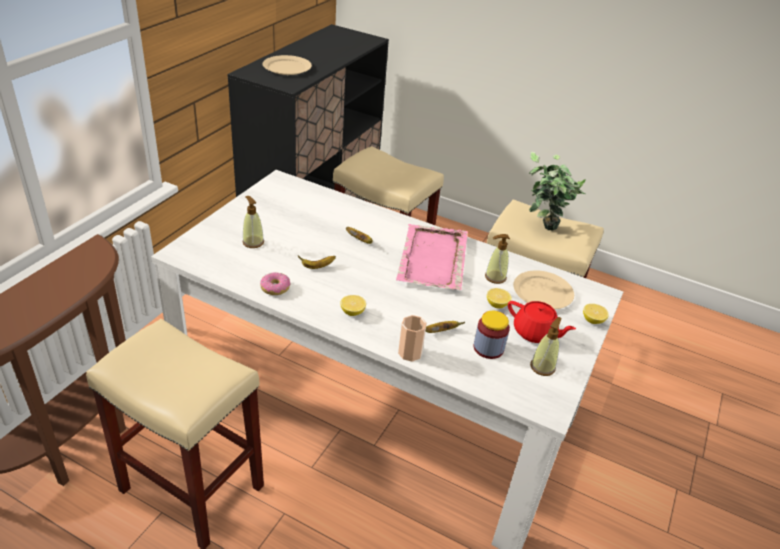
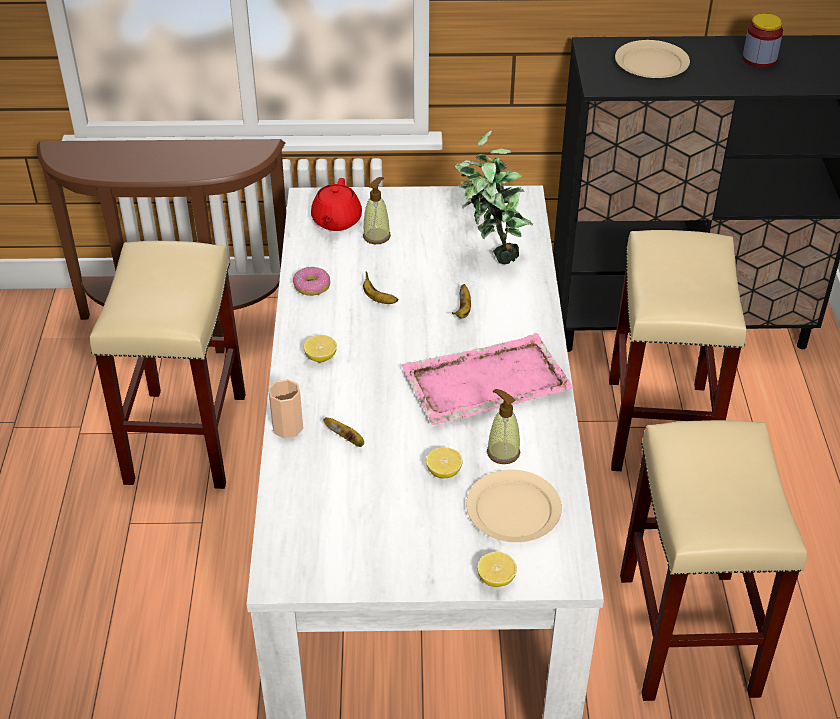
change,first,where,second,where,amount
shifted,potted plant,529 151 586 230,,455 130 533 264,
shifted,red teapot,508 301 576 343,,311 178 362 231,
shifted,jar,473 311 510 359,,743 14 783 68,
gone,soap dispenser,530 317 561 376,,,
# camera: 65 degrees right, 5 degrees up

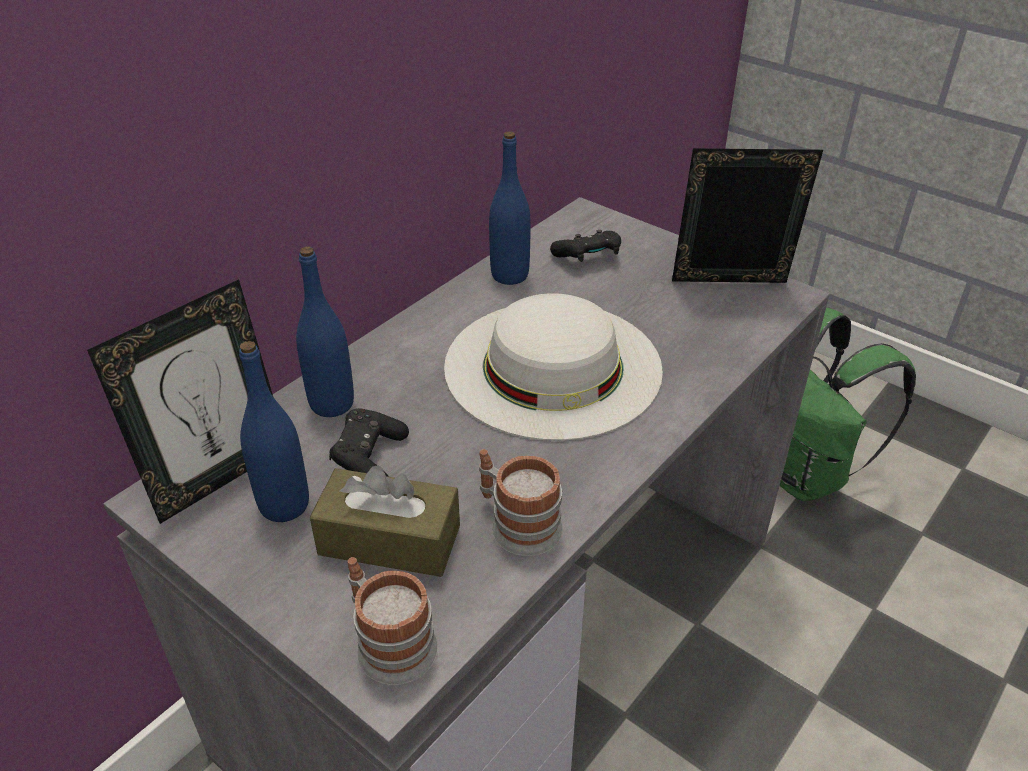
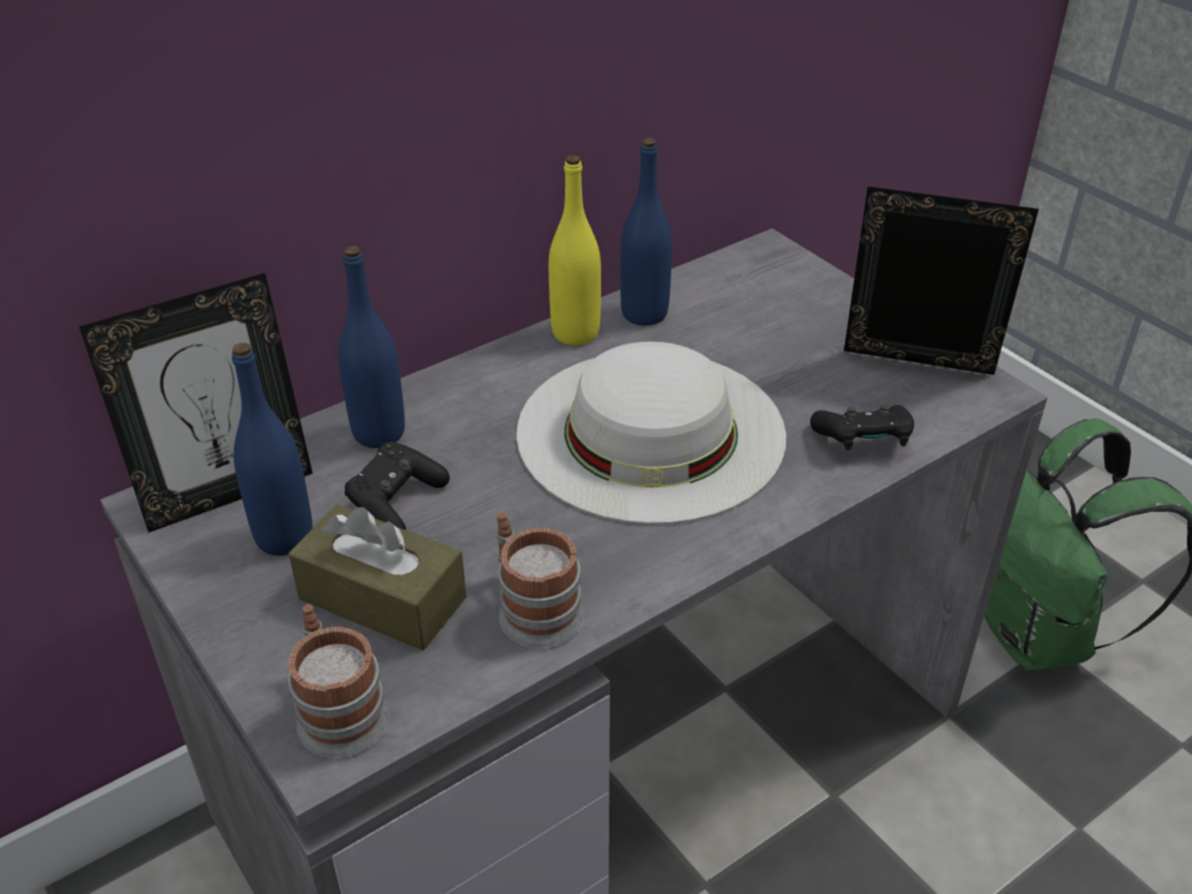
change,first,where,second,where,amount
shifted,black game controller,550 230 621 262,,810 405 914 450,
new,,,yellow bottle,549 155 601 345,
# camera: 15 degrees right, 0 degrees up

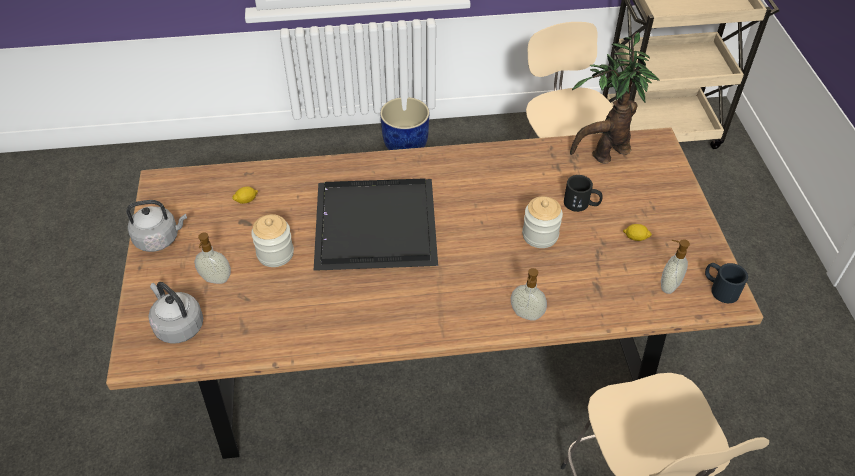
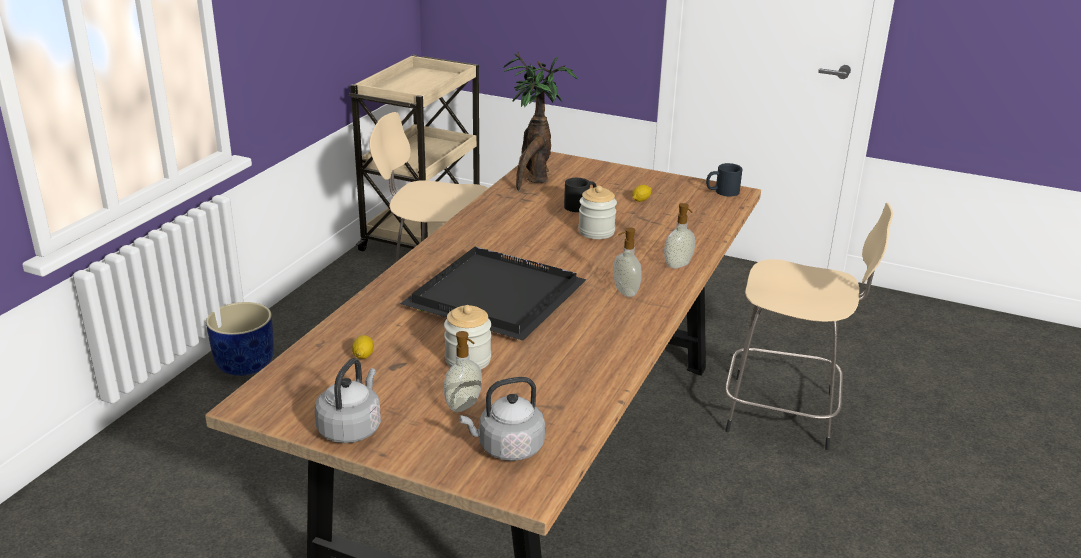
change,first,where,second,where,amount
shifted,soap dispenser,661 239 690 294,,613 227 642 297,
# camera: 60 degrees left, 20 degrees down

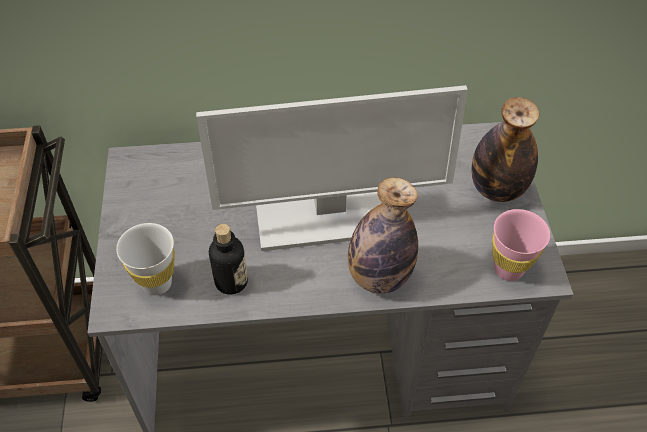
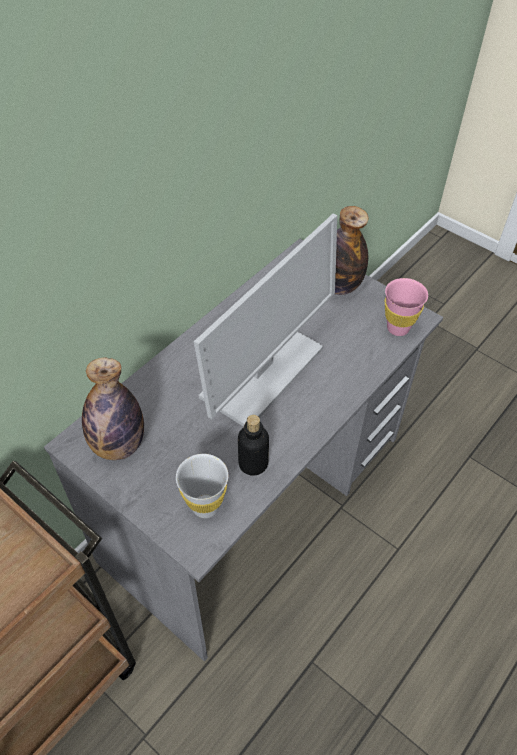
change,first,where,second,where,amount
shifted,bottle,348 178 418 294,,82 358 144 460,
# camera: 45 degrees left, 0 degrees up

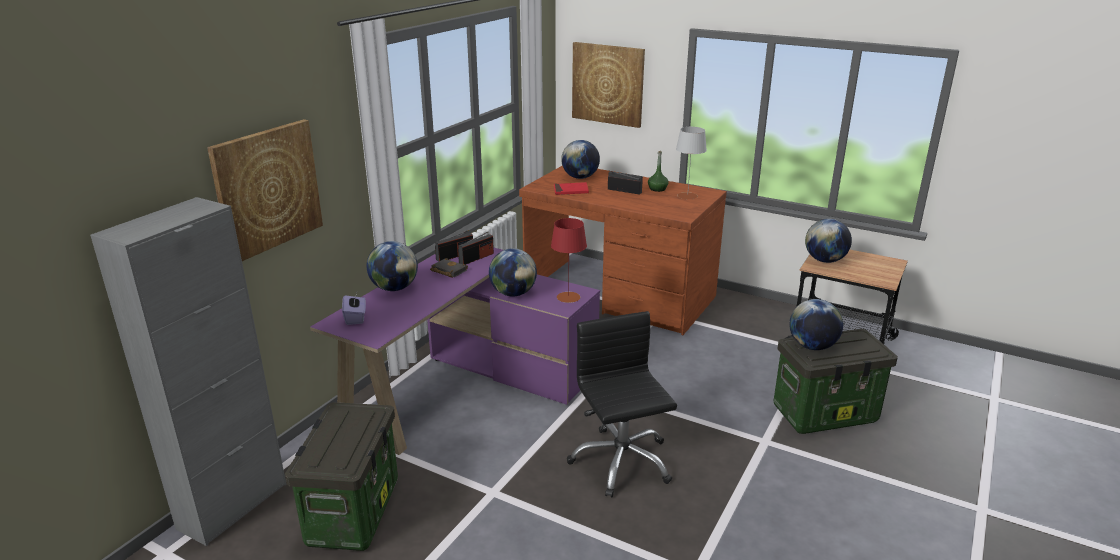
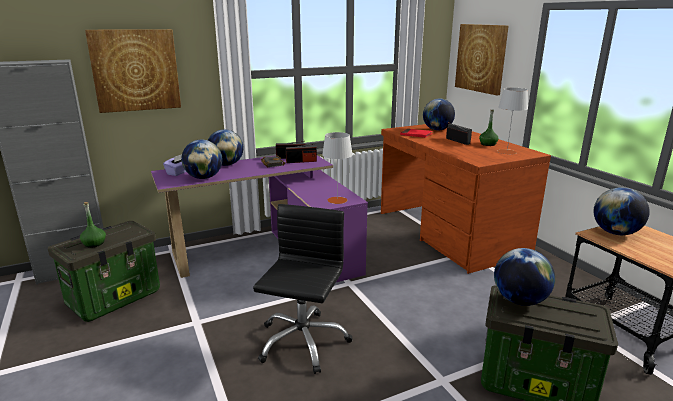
change,first,where,second,where,amount
repainted,red table lamp,551 218 587 303,grey table lamp,322 132 353 204,
shifted,globe,489 248 537 296,,181 140 222 179,
new,,,green bottle,80 202 106 248,
# camera: 35 degrees right, 5 degrees down

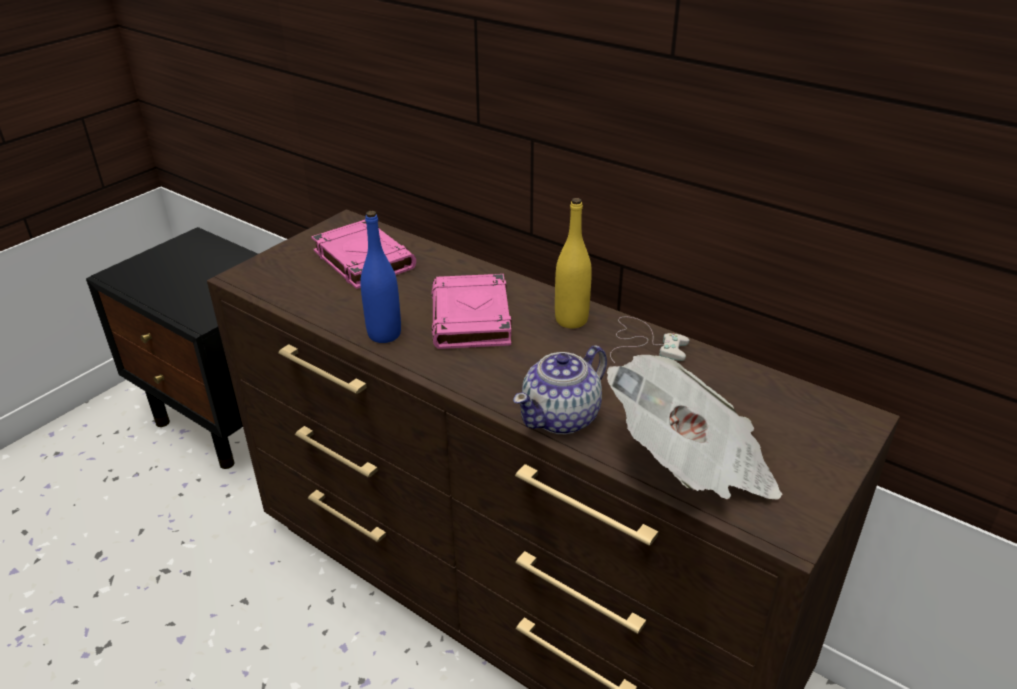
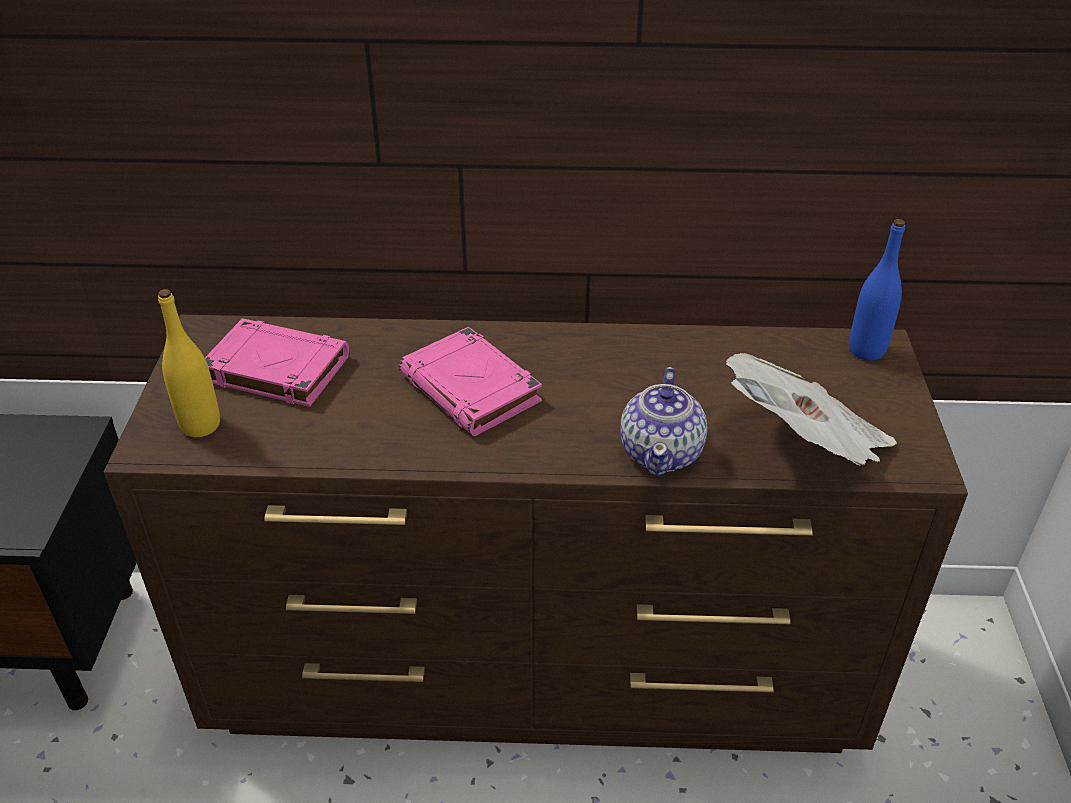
change,first,where,second,where,amount
shifted,yellow bottle,555 198 592 328,,158 289 220 437,
shifted,blue bottle,360 211 401 343,,849 219 905 360,
gone,white game controller,610 317 689 363,,,
# camera: 35 degrees left, 5 degrees up

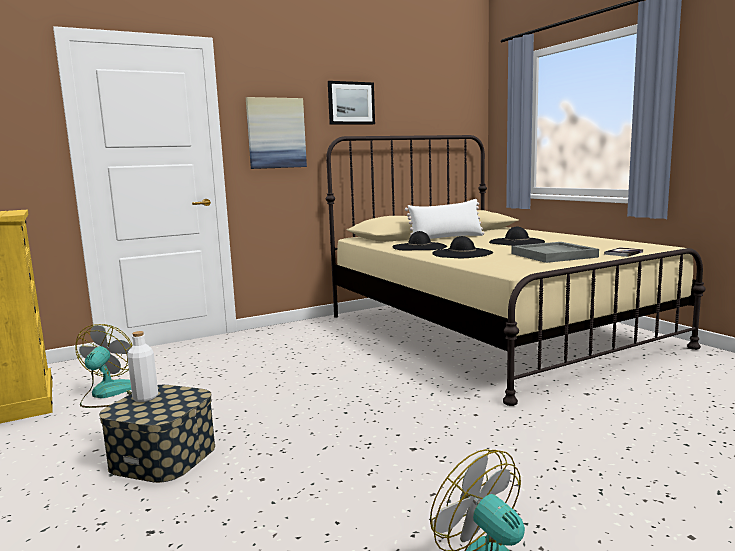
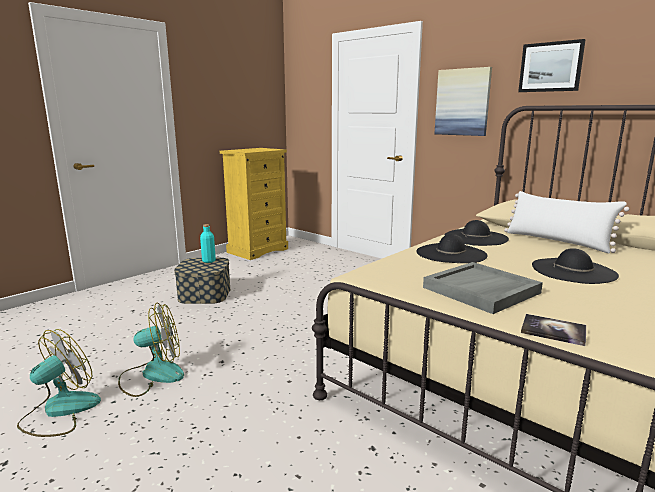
change,first,where,second,where,amount
shifted,fan,75 324 133 408,,118 303 184 397,
repainted,white bottle,127 331 158 402,turquoise bottle,200 224 216 263,
# camera: 70 degrees right, 5 degrees up

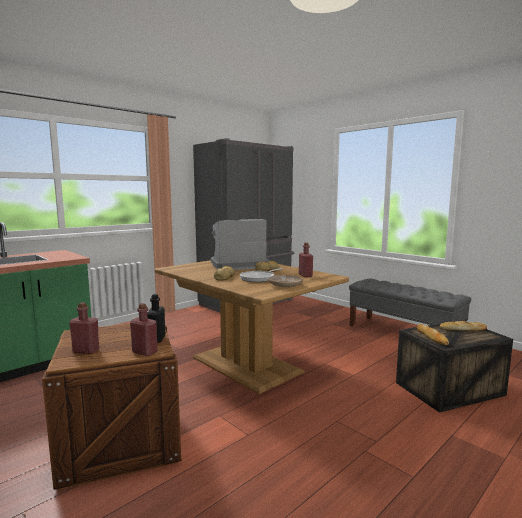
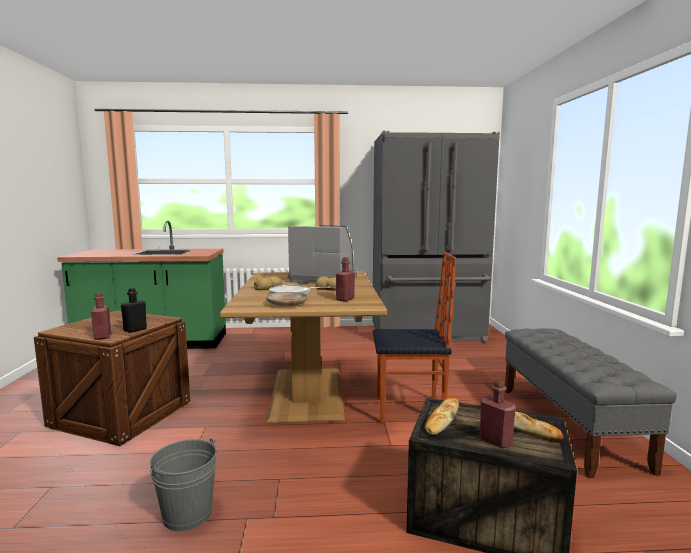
change,first,where,second,where,amount
shifted,red bottle,69 302 99 354,,480 380 516 448,
new,,,chair,373 252 456 424,
new,,,grey bucket,150 438 217 531,
# camera: 40 degrees right, 0 degrees up

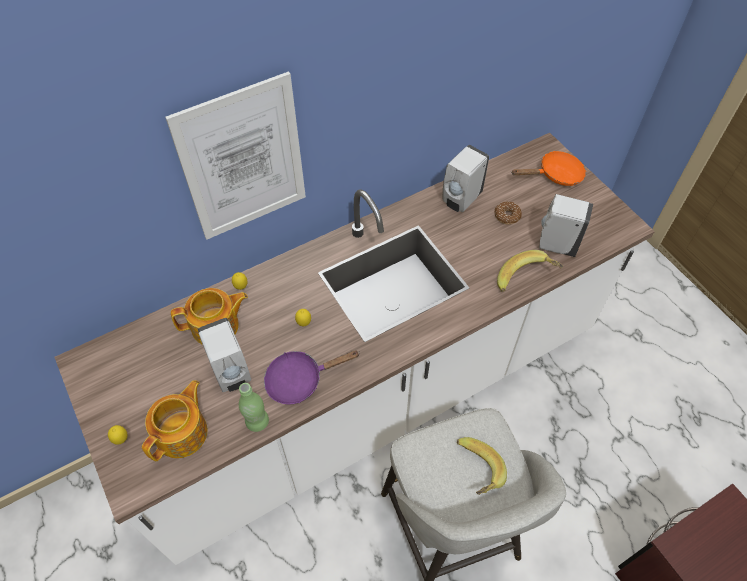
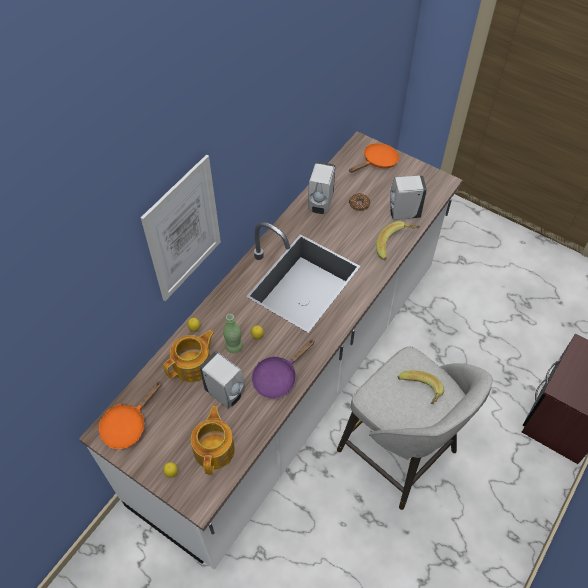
change,first,where,second,where,amount
shifted,green bottle,239 383 269 432,,223 314 243 354,
new,,,orange frying pan,98 381 162 449,
# camera: 25 degrees left, 0 degrees up

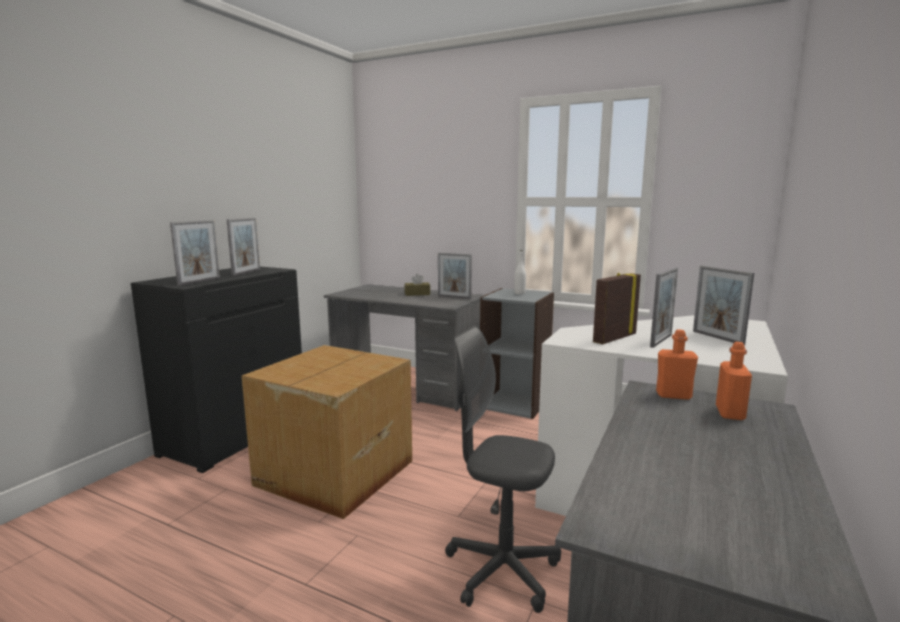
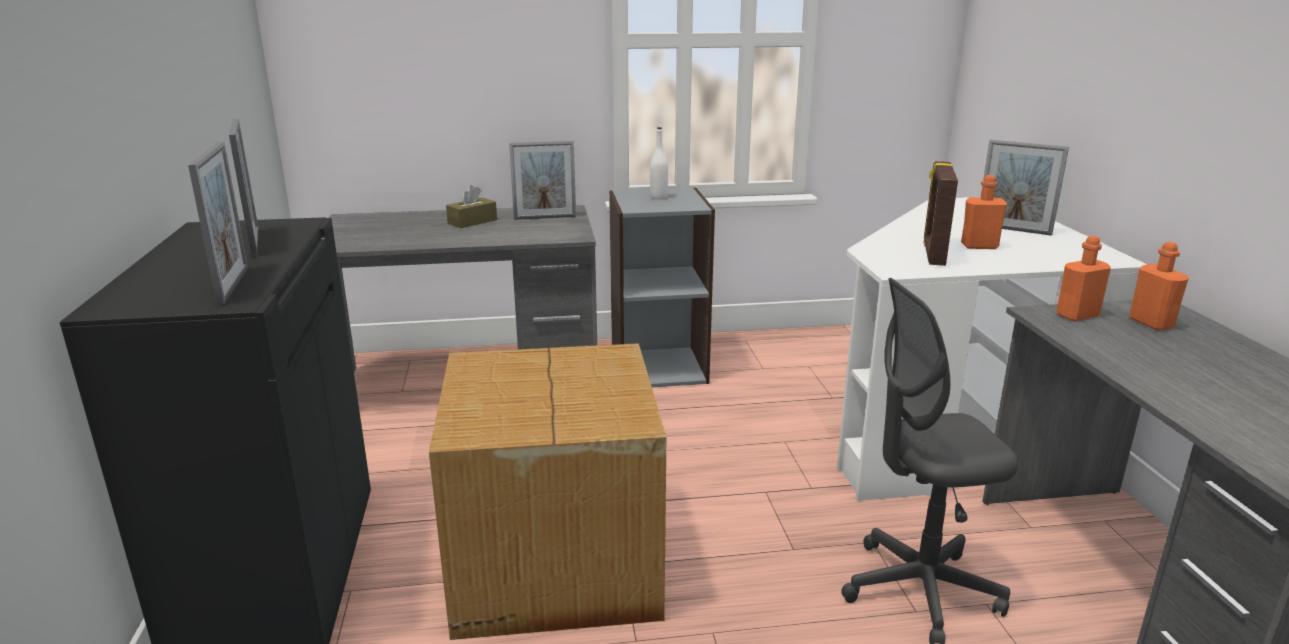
change,first,where,second,where,amount
swapped,picture frame,650 267 678 348,orange bottle,961 175 1007 249,
# camera: 35 degrees left, 10 degrees up

